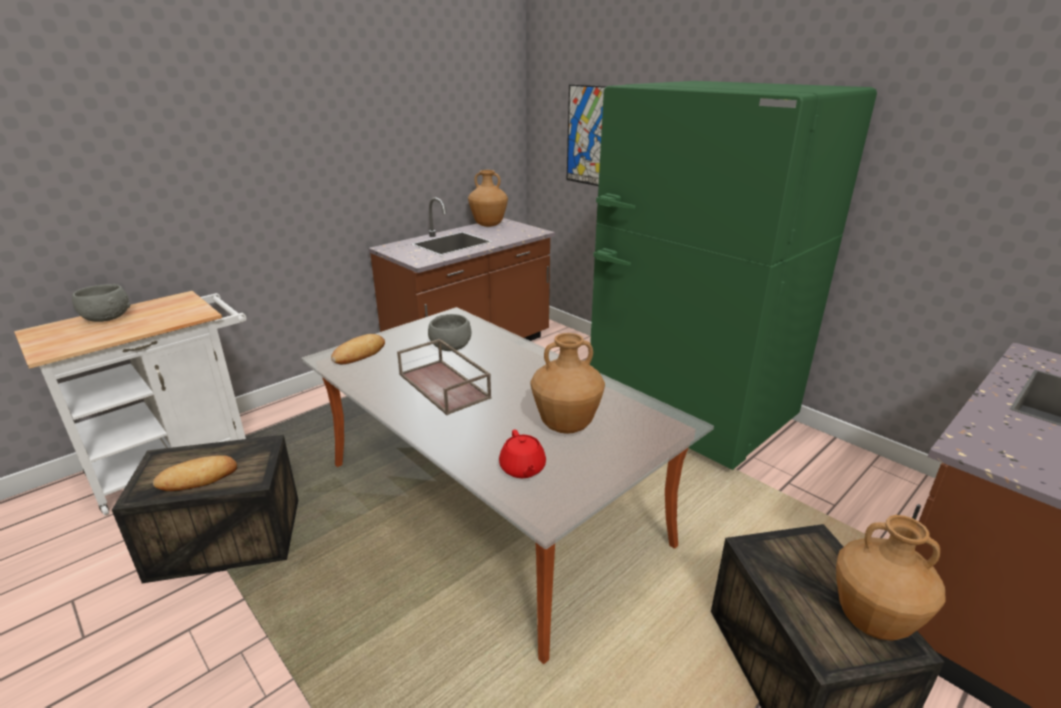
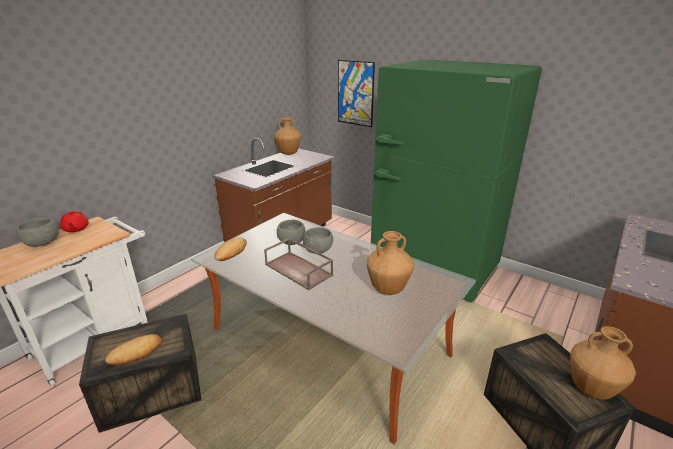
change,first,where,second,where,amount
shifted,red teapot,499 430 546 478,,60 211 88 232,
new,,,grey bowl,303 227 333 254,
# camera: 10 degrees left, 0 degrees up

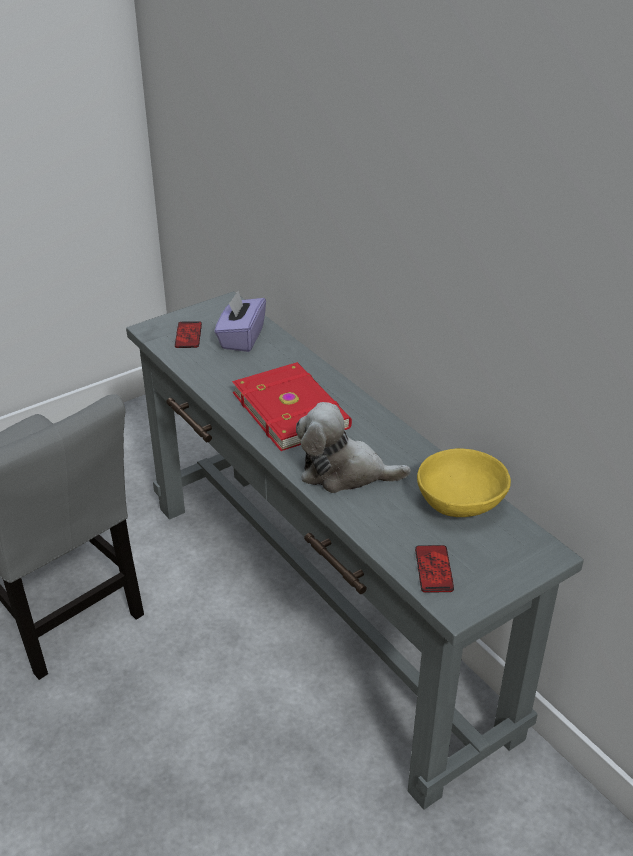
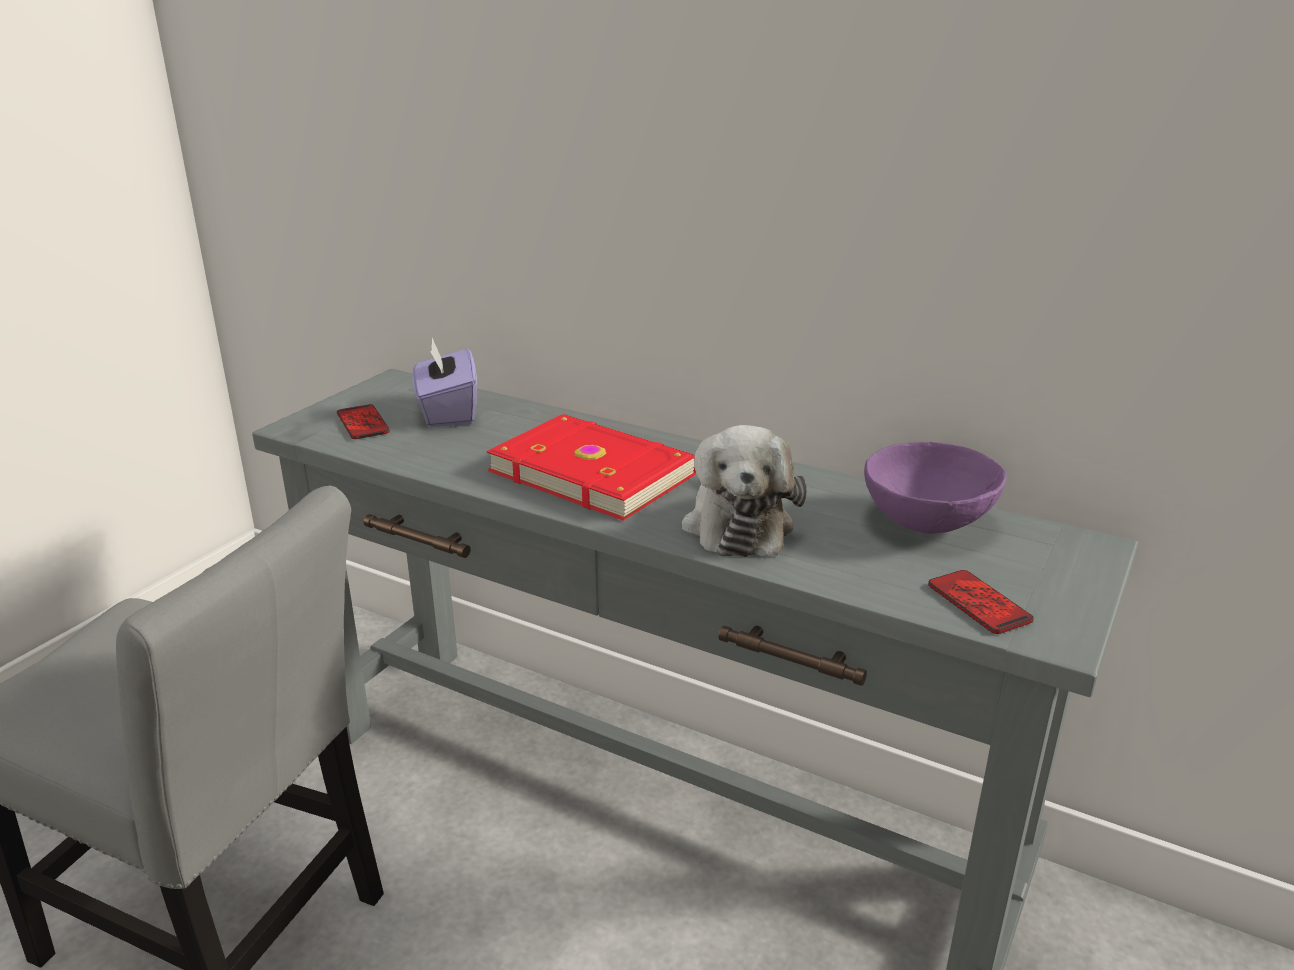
change,first,where,second,where,amount
rotated,plush toy,296 402 411 493,,682 425 807 557,75 degrees counterclockwise
repainted,yellow bowl,417 448 511 517,purple bowl,864 442 1007 534,
# camera: 25 degrees left, 10 degrees down

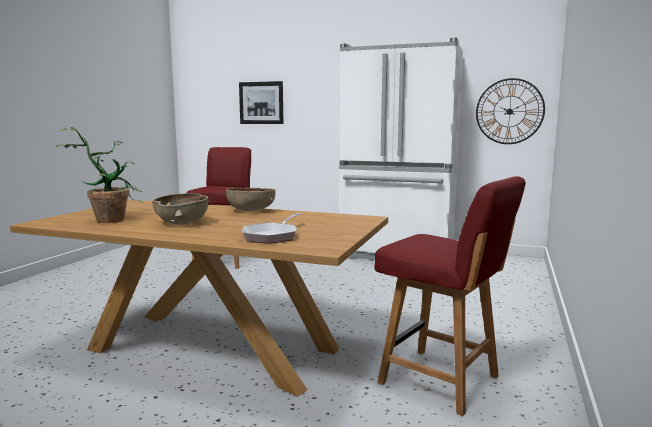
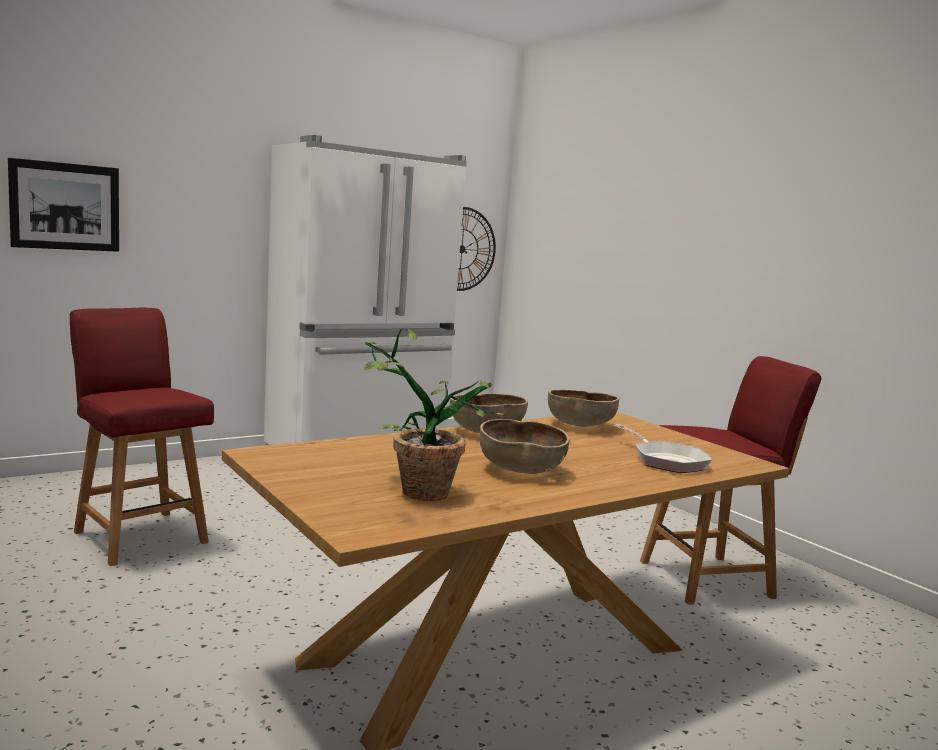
change,first,where,second,where,amount
new,,,brown bowl,548 389 619 427,
# camera: 55 degrees left, 0 degrees up

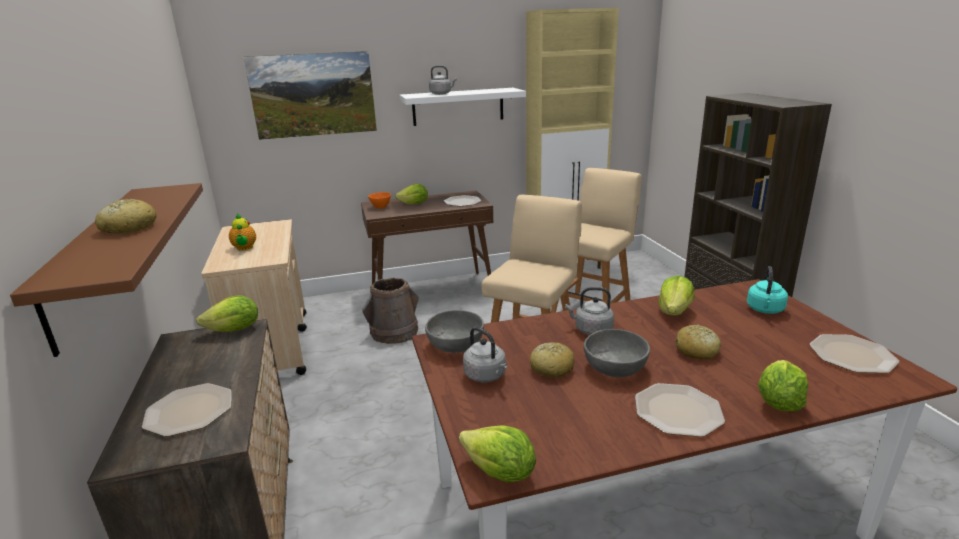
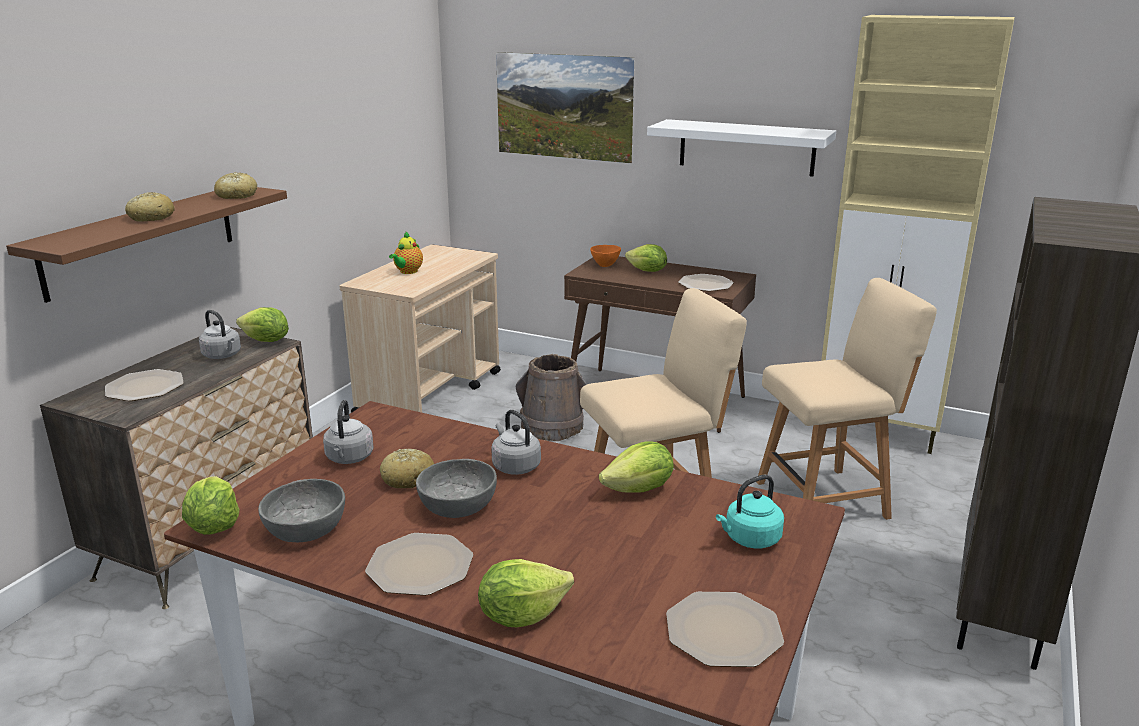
change,first,where,second,where,amount
shifted,grey kettle,429 65 457 95,,199 310 241 359,
shifted,grey bowl,425 310 484 353,,258 479 345 542,
shifted,bread,675 325 721 360,,214 172 257 199,
# camera: 40 degrees right, 0 degrees up

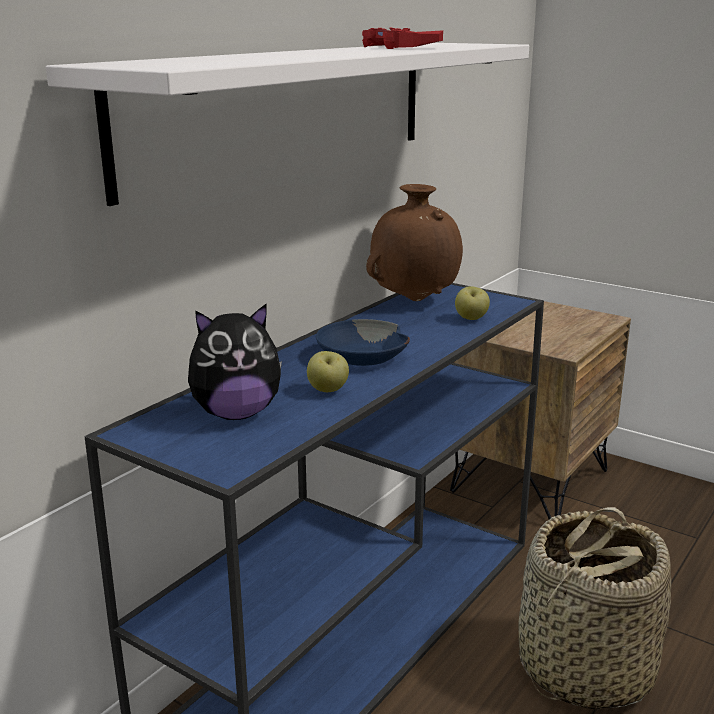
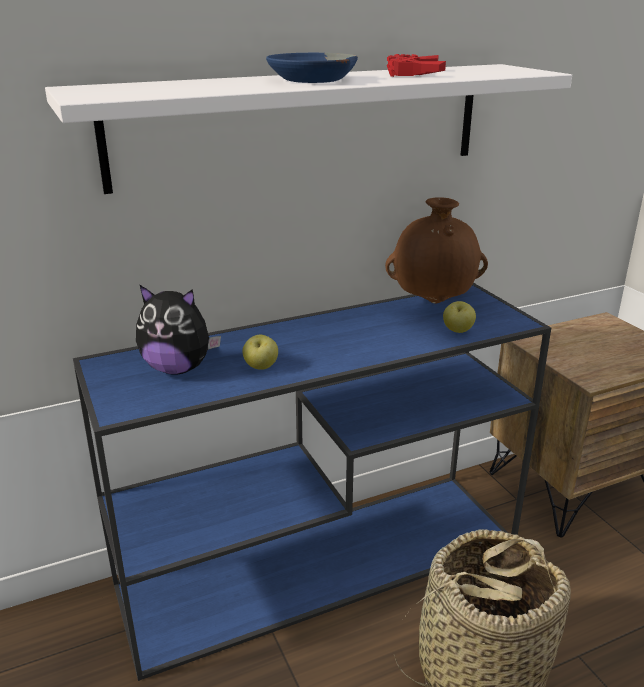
change,first,where,second,where,amount
shifted,blue bowl,316 319 410 366,,266 53 358 83,
# camera: 30 degrees right, 5 degrees up

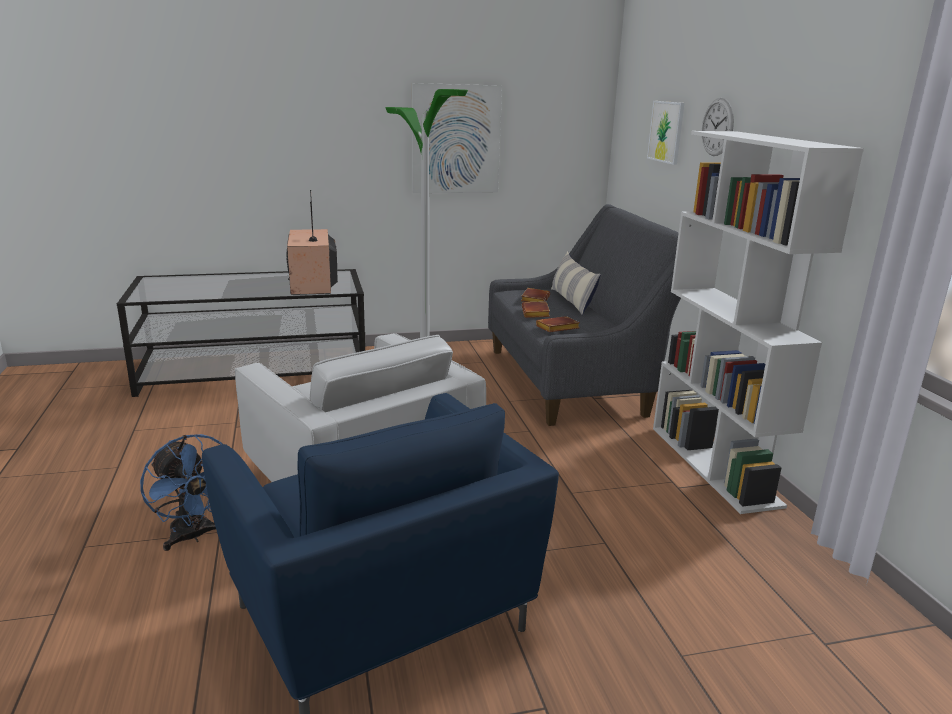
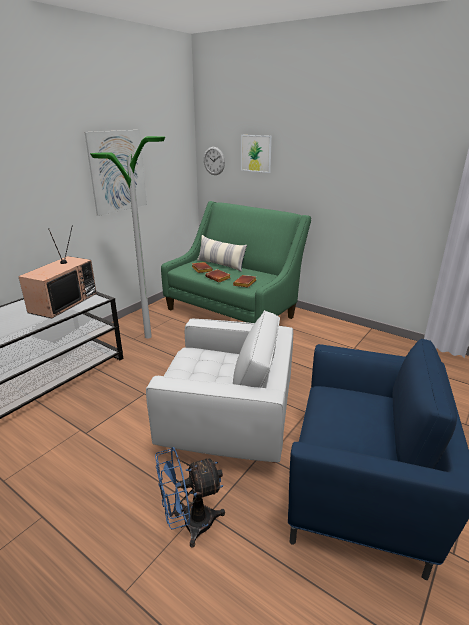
change,first,where,second,where,amount
shifted,wall clock,702 98 734 156,,204 147 225 175,
gone,white bookcase,653 131 864 514,,,
rotated,television,286 190 338 295,,18 225 97 318,105 degrees counterclockwise
repainted,grey sofa,488 204 681 426,green sofa,161 201 311 323,
rotated,blue fan,140 434 223 551,,155 447 225 548,150 degrees clockwise
# camera: 40 degrees left, 5 degrees up

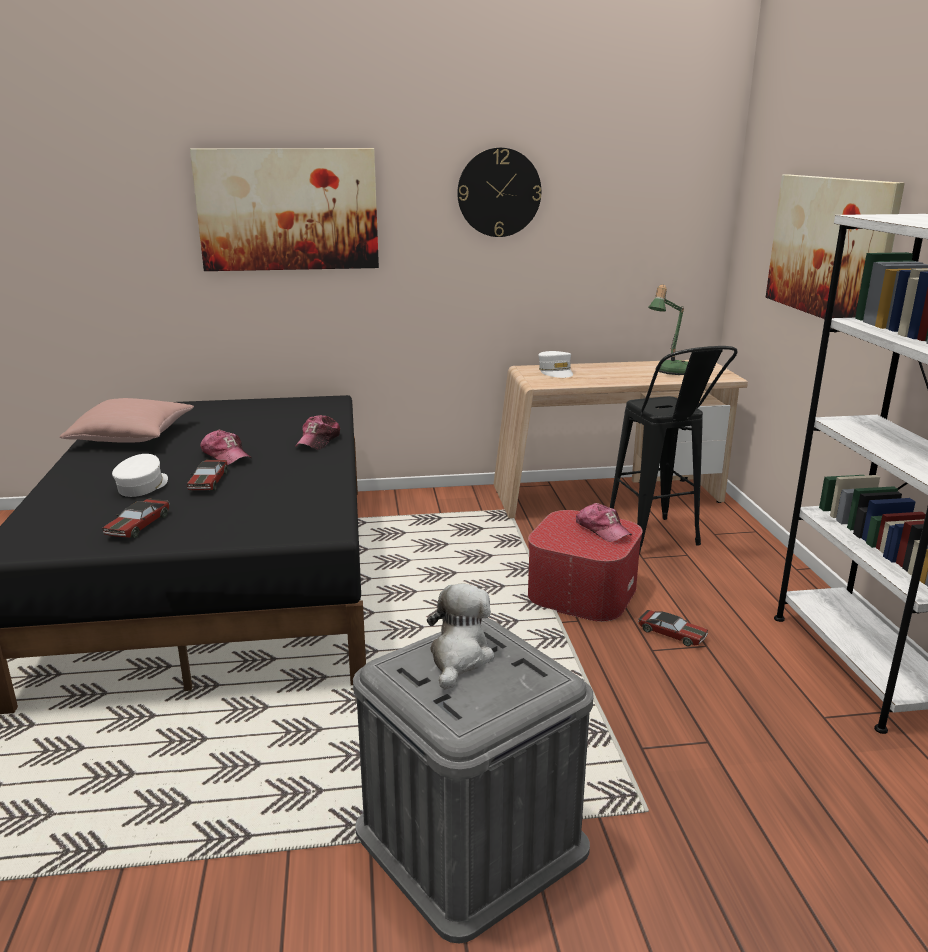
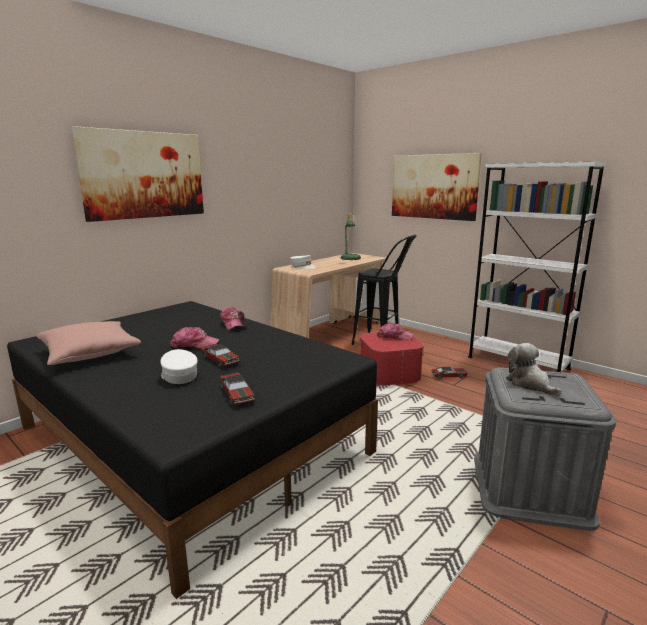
change,first,where,second,where,amount
gone,wall clock,457 148 541 237,,,
# camera: 40 degrees left, 5 degrees down

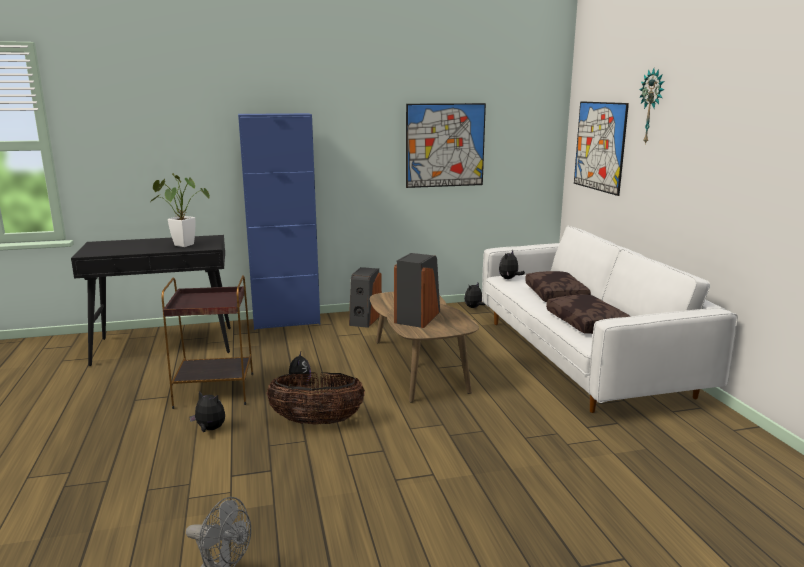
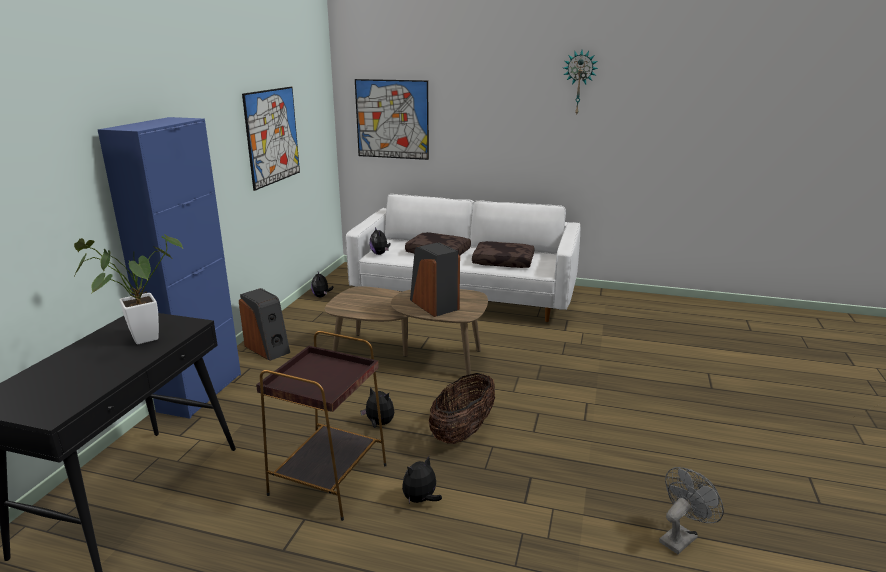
change,first,where,second,where,amount
shifted,wall clock,639 68 664 145,,564 50 598 116,
# camera: 60 degrees left, 5 degrees up

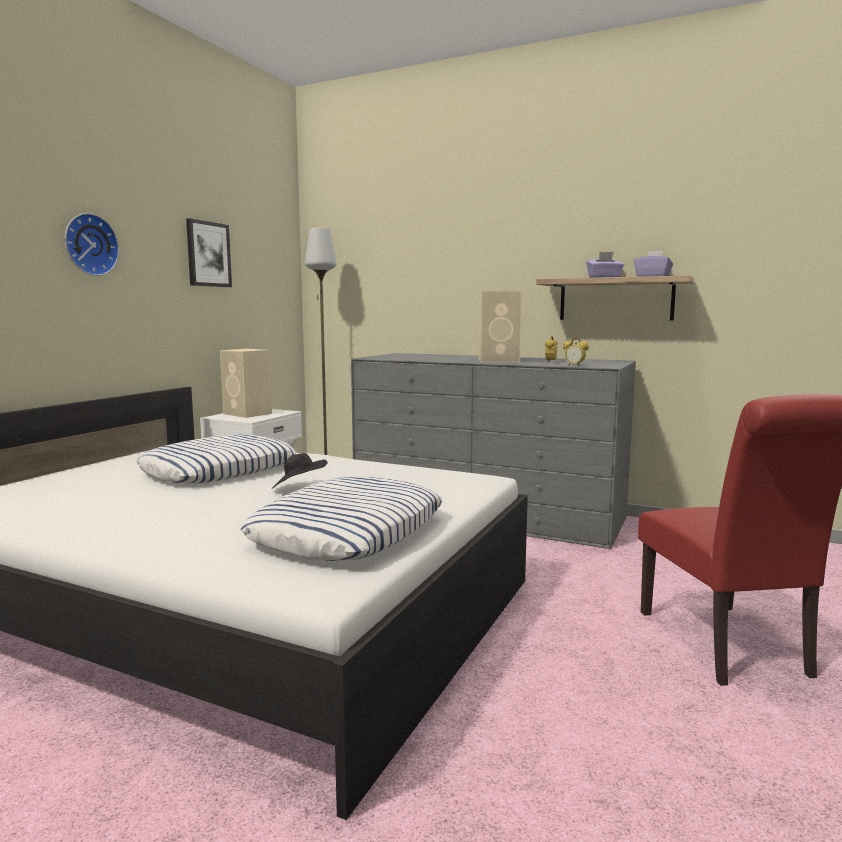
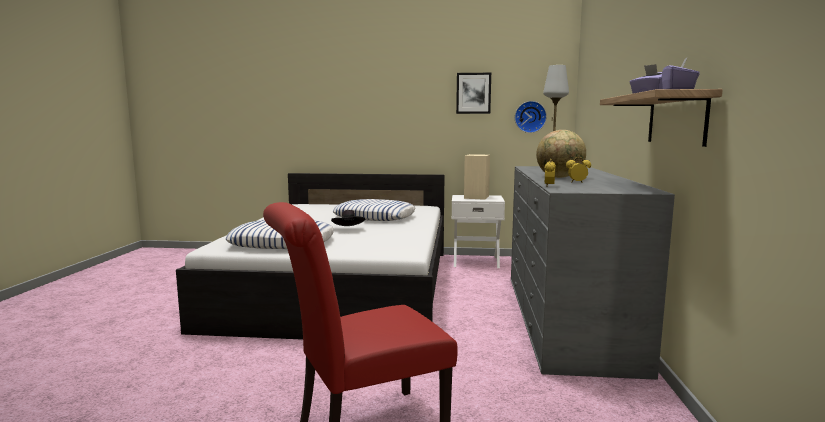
change,first,where,second,where,amount
shifted,wall clock,65 213 119 276,,515 101 547 133,
swapped,beige speaker,479 291 522 362,globe,536 130 586 178,
# camera: 70 degrees right, 0 degrees up

